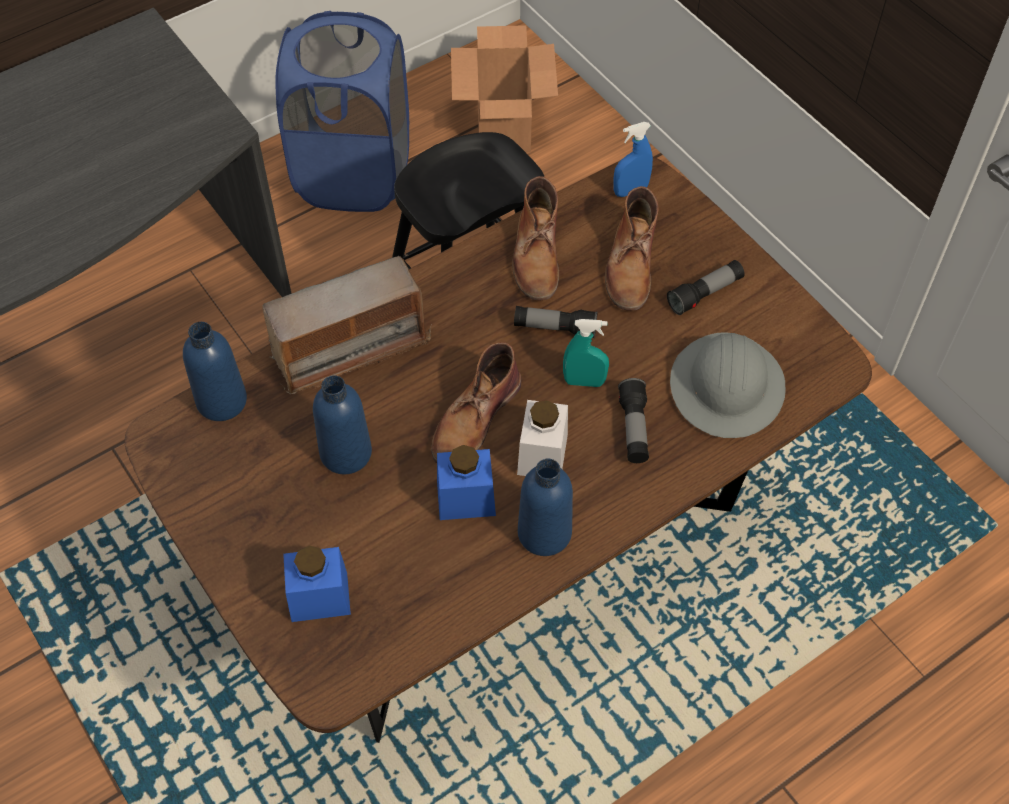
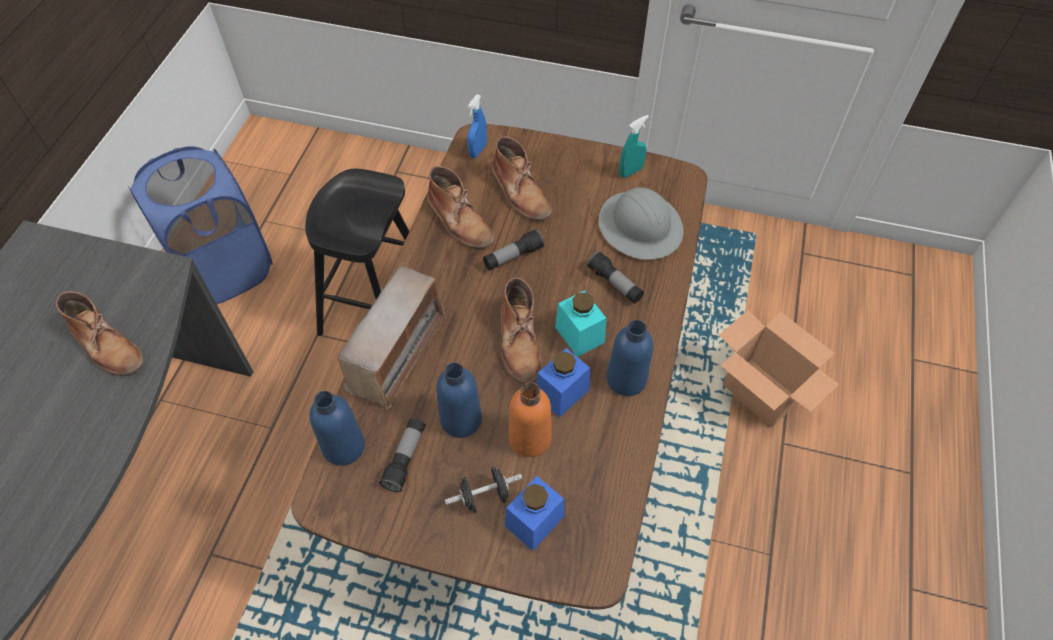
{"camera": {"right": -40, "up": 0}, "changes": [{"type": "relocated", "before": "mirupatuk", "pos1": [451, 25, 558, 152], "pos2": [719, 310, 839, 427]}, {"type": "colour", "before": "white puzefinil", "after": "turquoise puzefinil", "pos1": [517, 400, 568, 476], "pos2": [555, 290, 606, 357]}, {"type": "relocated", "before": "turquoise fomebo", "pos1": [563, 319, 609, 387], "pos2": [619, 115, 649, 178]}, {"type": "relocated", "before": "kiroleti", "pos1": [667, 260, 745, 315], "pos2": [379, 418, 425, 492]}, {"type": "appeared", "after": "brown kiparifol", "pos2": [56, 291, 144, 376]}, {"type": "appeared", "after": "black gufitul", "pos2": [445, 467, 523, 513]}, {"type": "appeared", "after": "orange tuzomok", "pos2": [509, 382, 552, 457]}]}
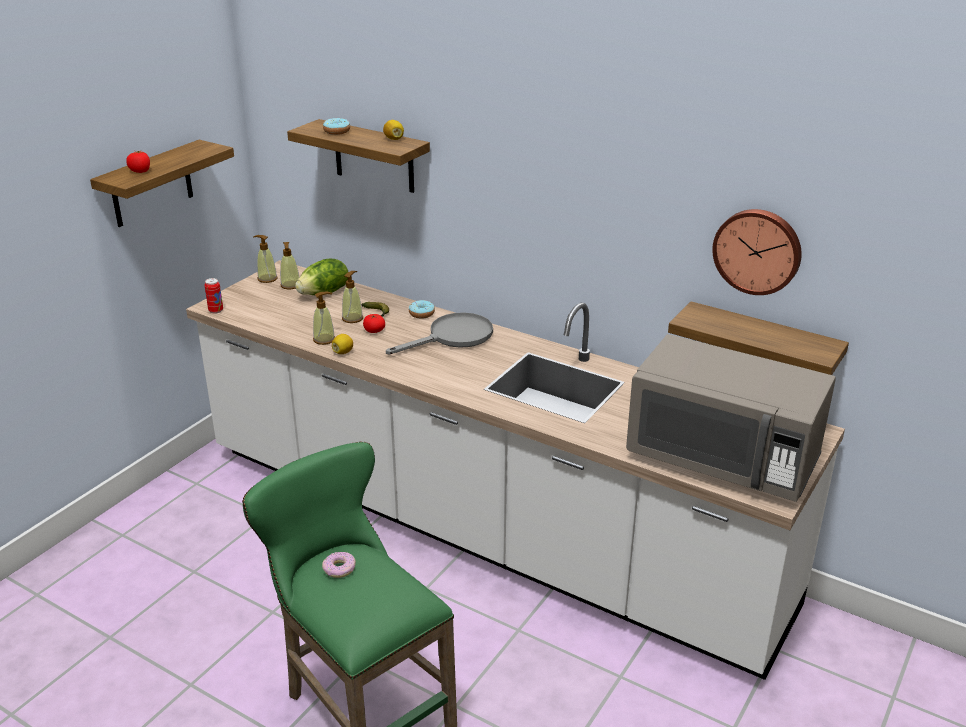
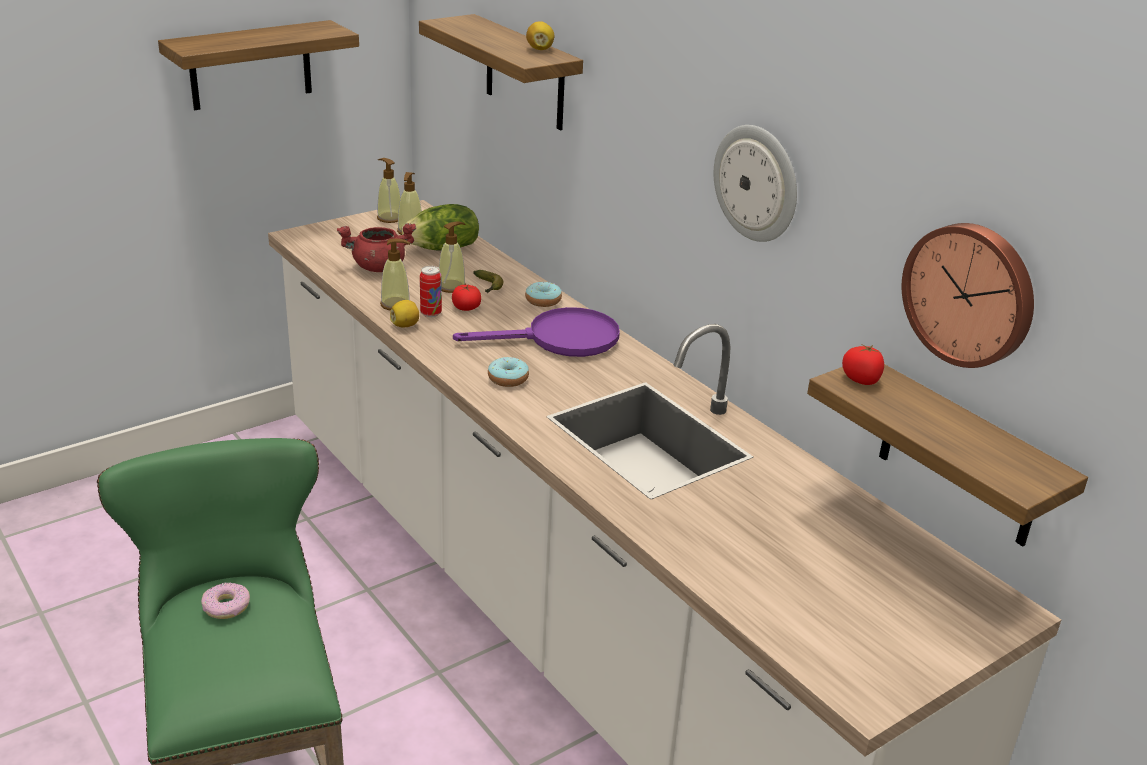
{"camera": {"right": 20, "up": 0}, "changes": [{"type": "relocated", "before": "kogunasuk", "pos1": [126, 151, 150, 173], "pos2": [842, 344, 884, 385]}, {"type": "relocated", "before": "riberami", "pos1": [205, 278, 223, 314], "pos2": [420, 266, 442, 317]}, {"type": "relocated", "before": "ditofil", "pos1": [323, 118, 350, 135], "pos2": [488, 357, 529, 387]}, {"type": "colour", "before": "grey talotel", "after": "purple talotel", "pos1": [386, 312, 493, 354], "pos2": [453, 307, 620, 357]}, {"type": "missing", "before": "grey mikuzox", "pos1": [626, 334, 836, 502]}, {"type": "appeared", "after": "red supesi", "pos2": [337, 223, 416, 272]}, {"type": "appeared", "after": "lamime", "pos2": [714, 125, 797, 242]}]}
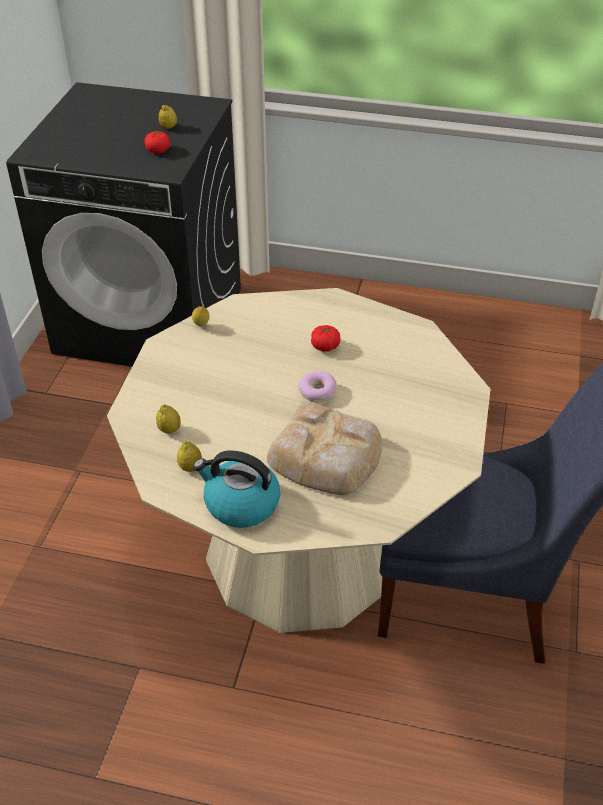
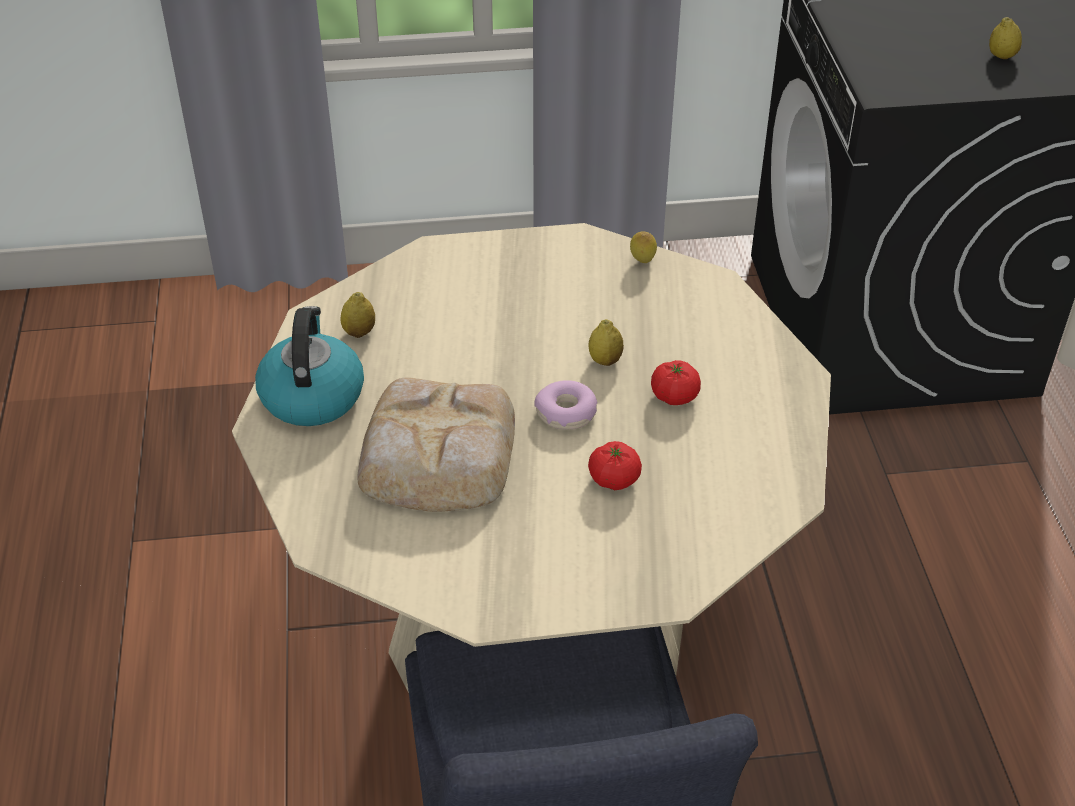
{"camera": {"right": 70, "up": 0}, "changes": [{"type": "relocated", "before": "kogunasuk", "pos1": [145, 131, 170, 153], "pos2": [588, 441, 642, 490]}, {"type": "relocated", "before": "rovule", "pos1": [156, 404, 181, 433], "pos2": [588, 319, 624, 366]}]}
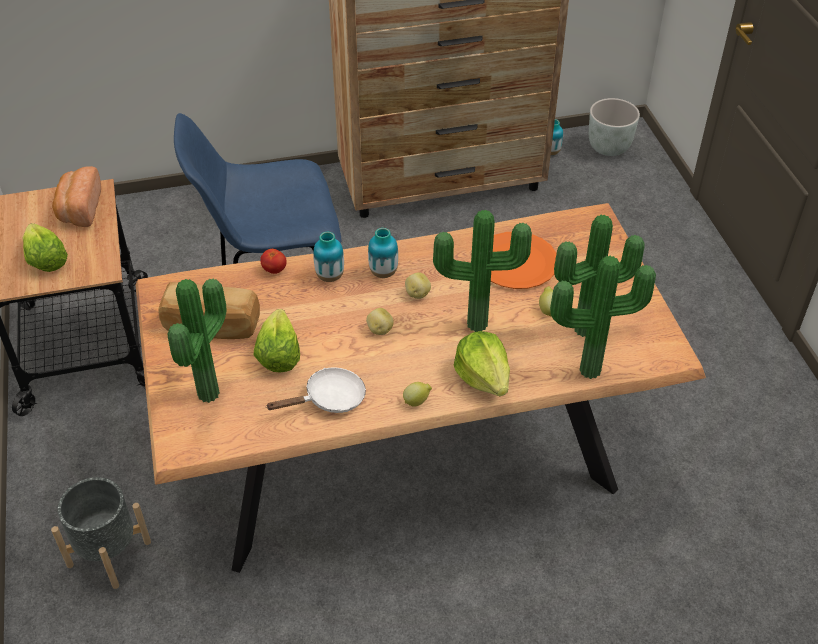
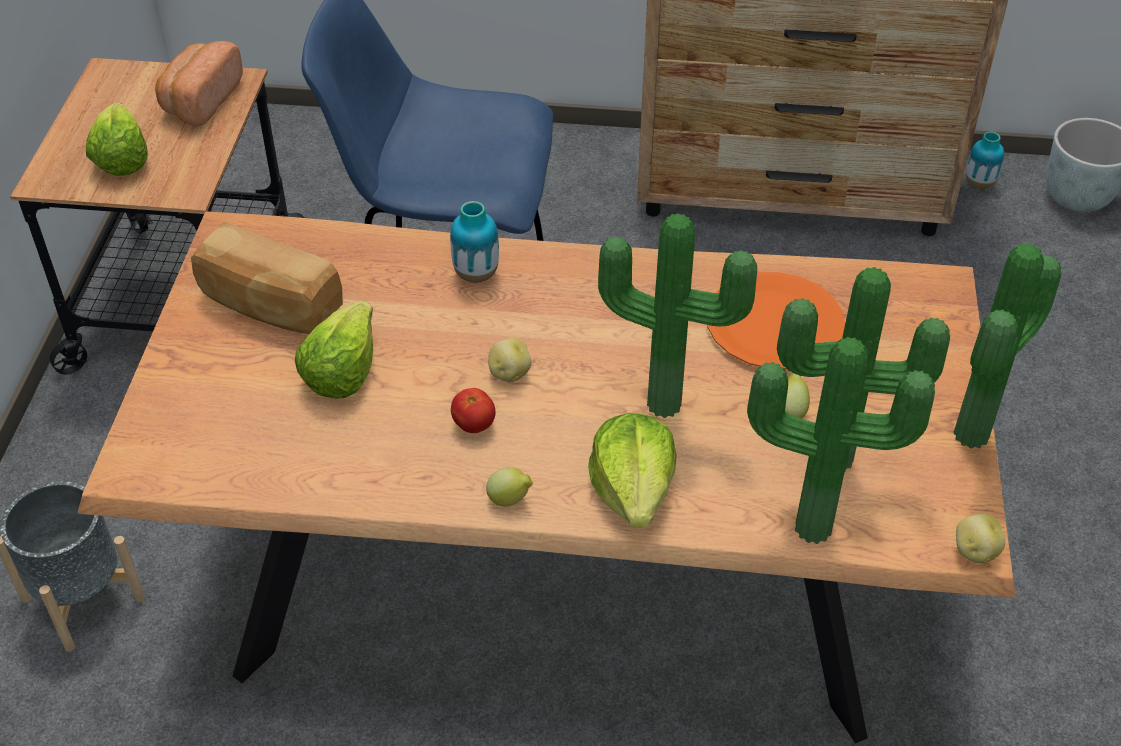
{"camera": {"right": 20, "up": 0}, "changes": [{"type": "relocated", "before": "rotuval", "pos1": [168, 279, 226, 403], "pos2": [953, 243, 1062, 449]}, {"type": "relocated", "before": "kogunasuk", "pos1": [260, 249, 287, 274], "pos2": [451, 388, 496, 433]}, {"type": "missing", "before": "white talotel", "pos1": [266, 368, 366, 413]}, {"type": "missing", "before": "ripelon", "pos1": [368, 228, 398, 278]}, {"type": "relocated", "before": "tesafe", "pos1": [405, 272, 431, 299], "pos2": [956, 513, 1005, 563]}]}
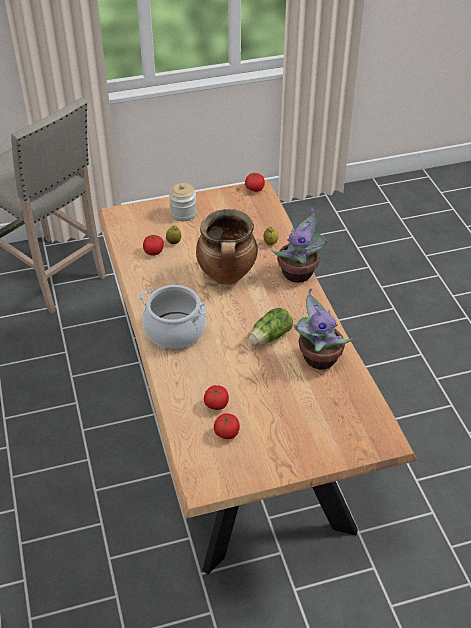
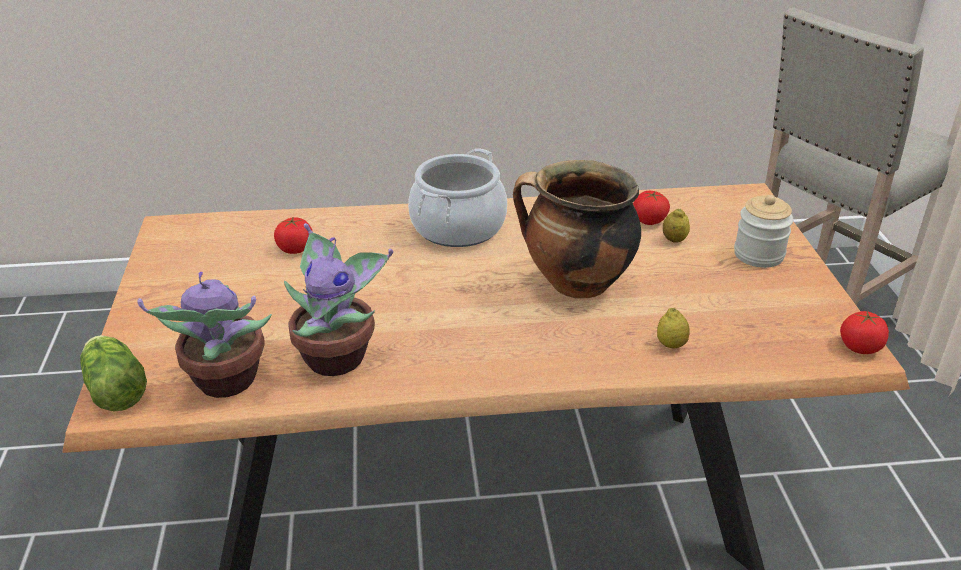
{"camera": {"right": 100, "up": -10}, "changes": [{"type": "missing", "before": "kogunasuk", "pos1": [214, 413, 240, 439]}, {"type": "relocated", "before": "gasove", "pos1": [249, 308, 293, 345], "pos2": [80, 335, 147, 412]}, {"type": "relocated", "before": "rotuval", "pos1": [272, 208, 328, 283], "pos2": [137, 272, 272, 398]}]}
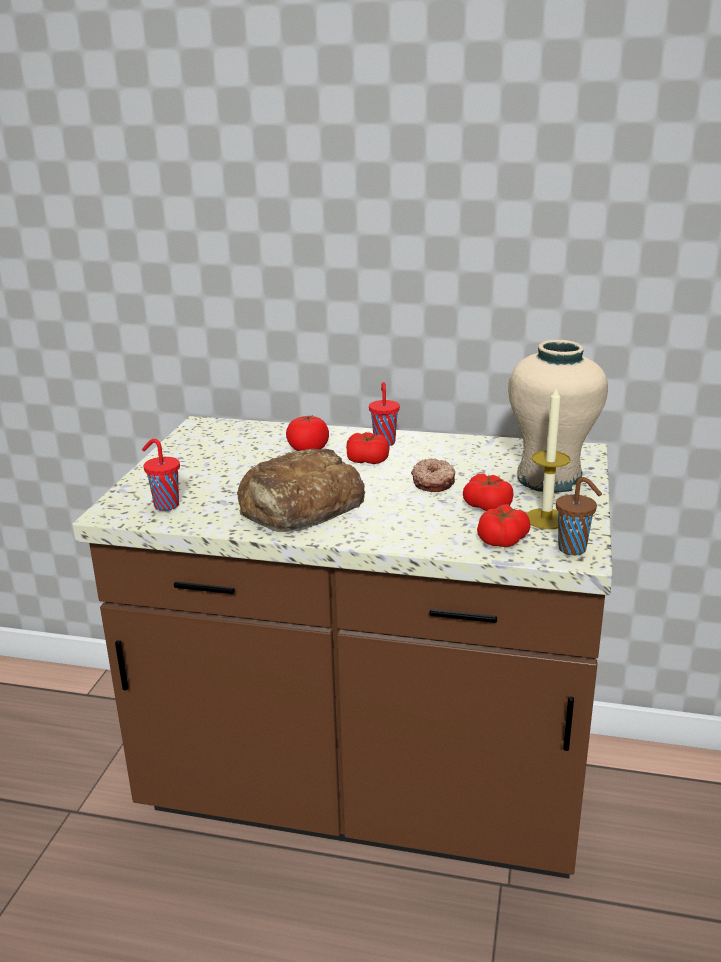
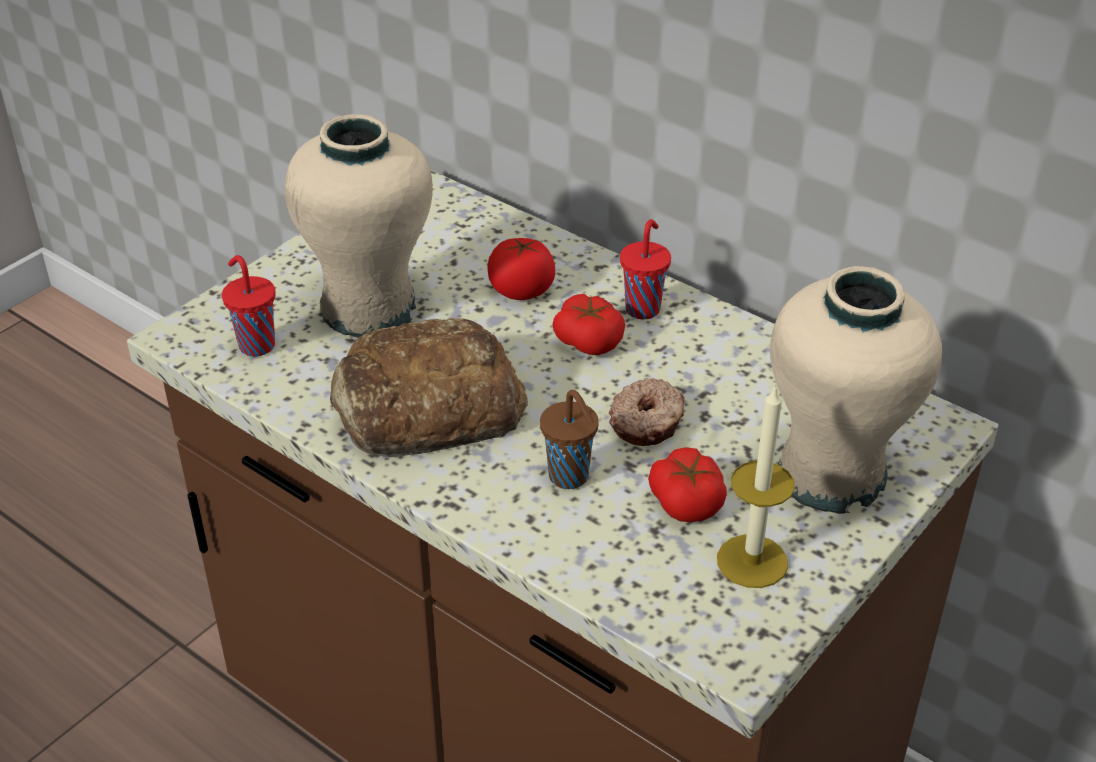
{"camera": {"right": 25, "up": 15}, "changes": [{"type": "missing", "before": "kogunasuk", "pos1": [477, 504, 531, 547]}, {"type": "relocated", "before": "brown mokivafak", "pos1": [556, 477, 602, 555], "pos2": [540, 390, 599, 489]}, {"type": "appeared", "after": "beige ripelon", "pos2": [285, 114, 433, 338]}]}
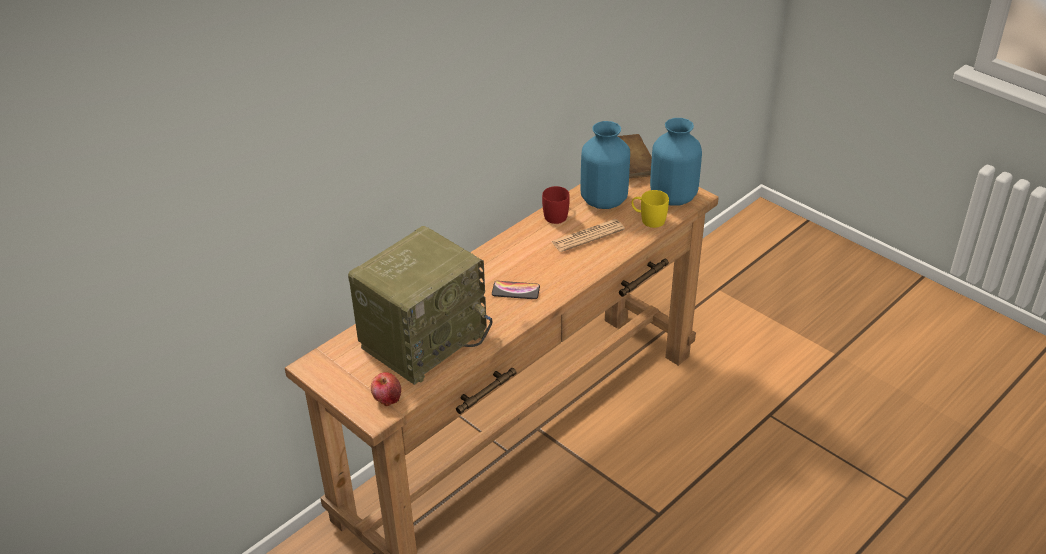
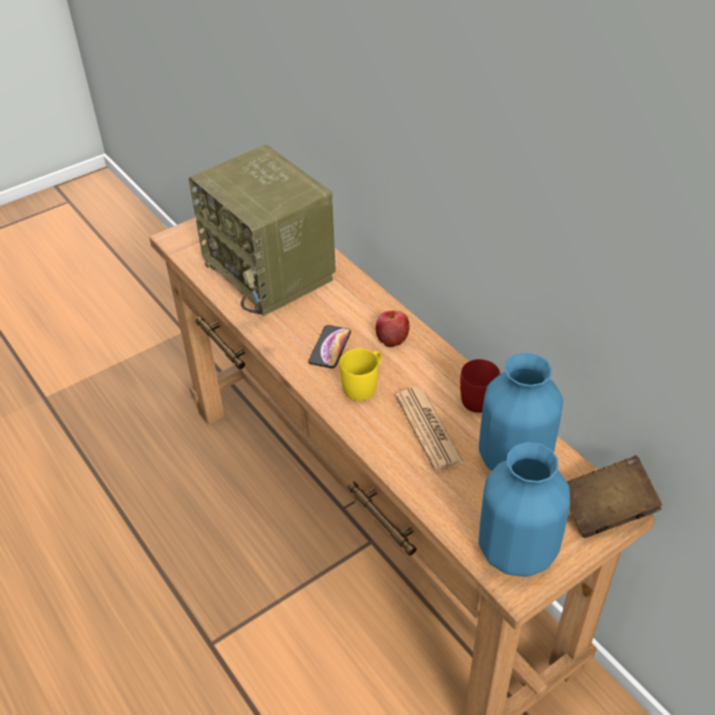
{"camera": {"right": 100, "up": 5}, "changes": [{"type": "relocated", "before": "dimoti", "pos1": [371, 372, 401, 407], "pos2": [376, 310, 410, 347]}, {"type": "relocated", "before": "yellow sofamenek", "pos1": [632, 190, 669, 228], "pos2": [340, 348, 382, 401]}]}
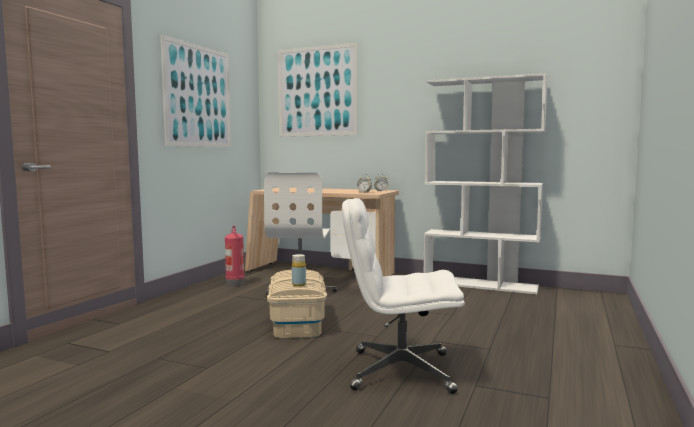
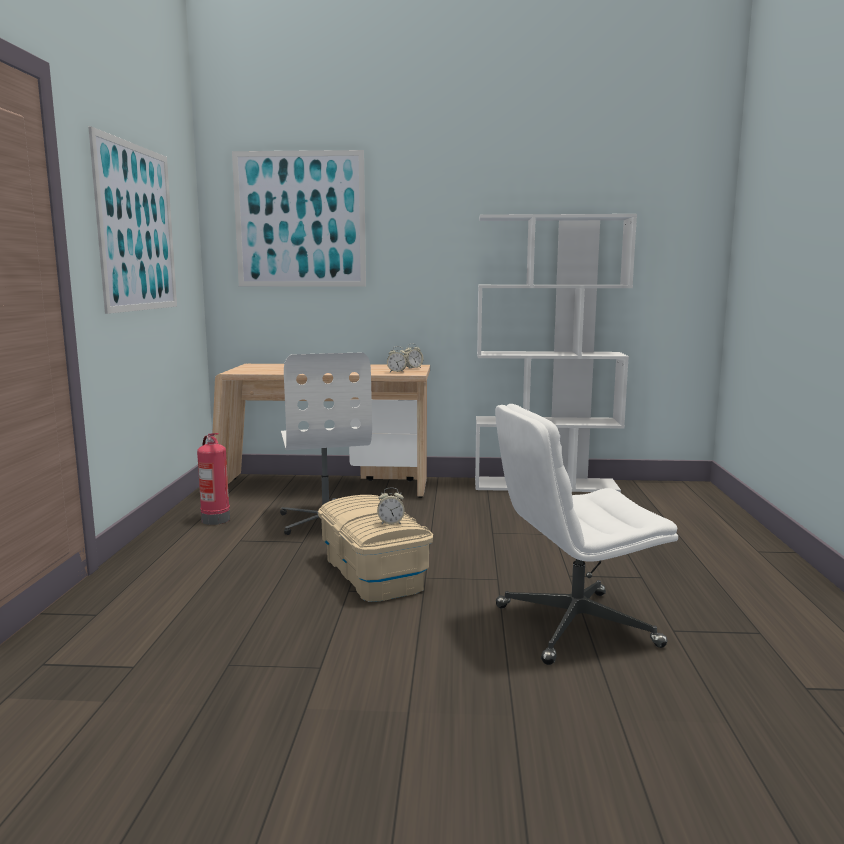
{"camera": {"right": -20, "up": 5}, "changes": [{"type": "exchanged", "before": "yellow tuzomok", "after": "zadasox", "pos1": [292, 254, 306, 287], "pos2": [377, 487, 405, 525]}]}
